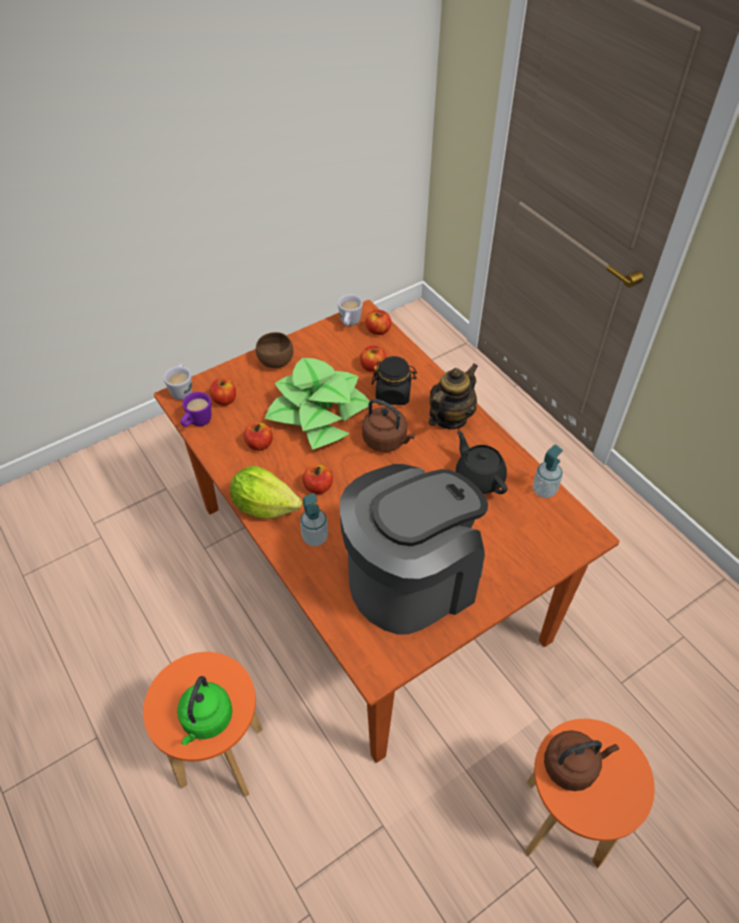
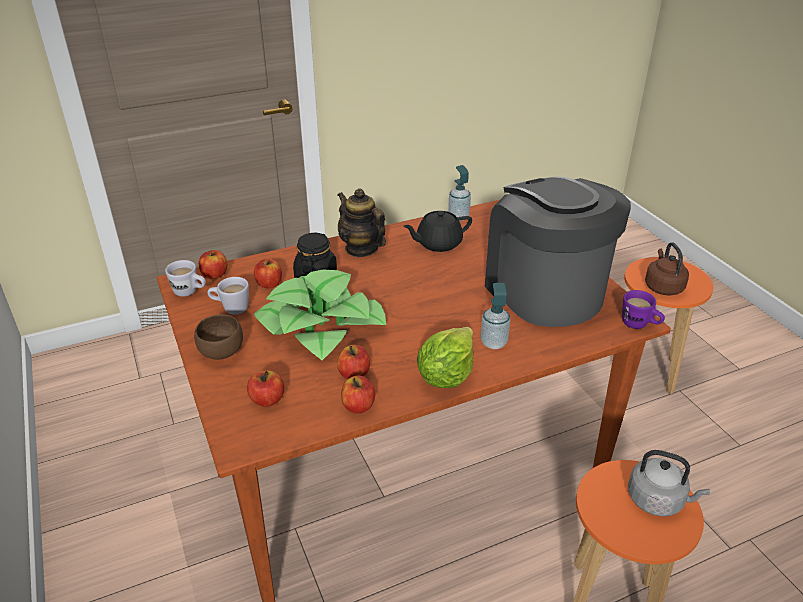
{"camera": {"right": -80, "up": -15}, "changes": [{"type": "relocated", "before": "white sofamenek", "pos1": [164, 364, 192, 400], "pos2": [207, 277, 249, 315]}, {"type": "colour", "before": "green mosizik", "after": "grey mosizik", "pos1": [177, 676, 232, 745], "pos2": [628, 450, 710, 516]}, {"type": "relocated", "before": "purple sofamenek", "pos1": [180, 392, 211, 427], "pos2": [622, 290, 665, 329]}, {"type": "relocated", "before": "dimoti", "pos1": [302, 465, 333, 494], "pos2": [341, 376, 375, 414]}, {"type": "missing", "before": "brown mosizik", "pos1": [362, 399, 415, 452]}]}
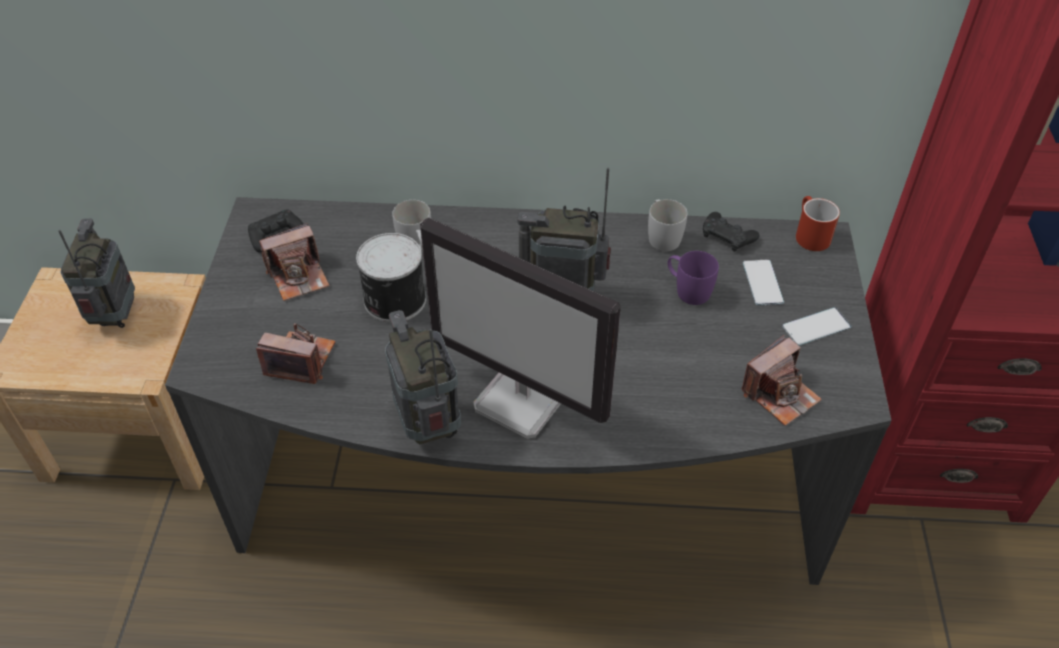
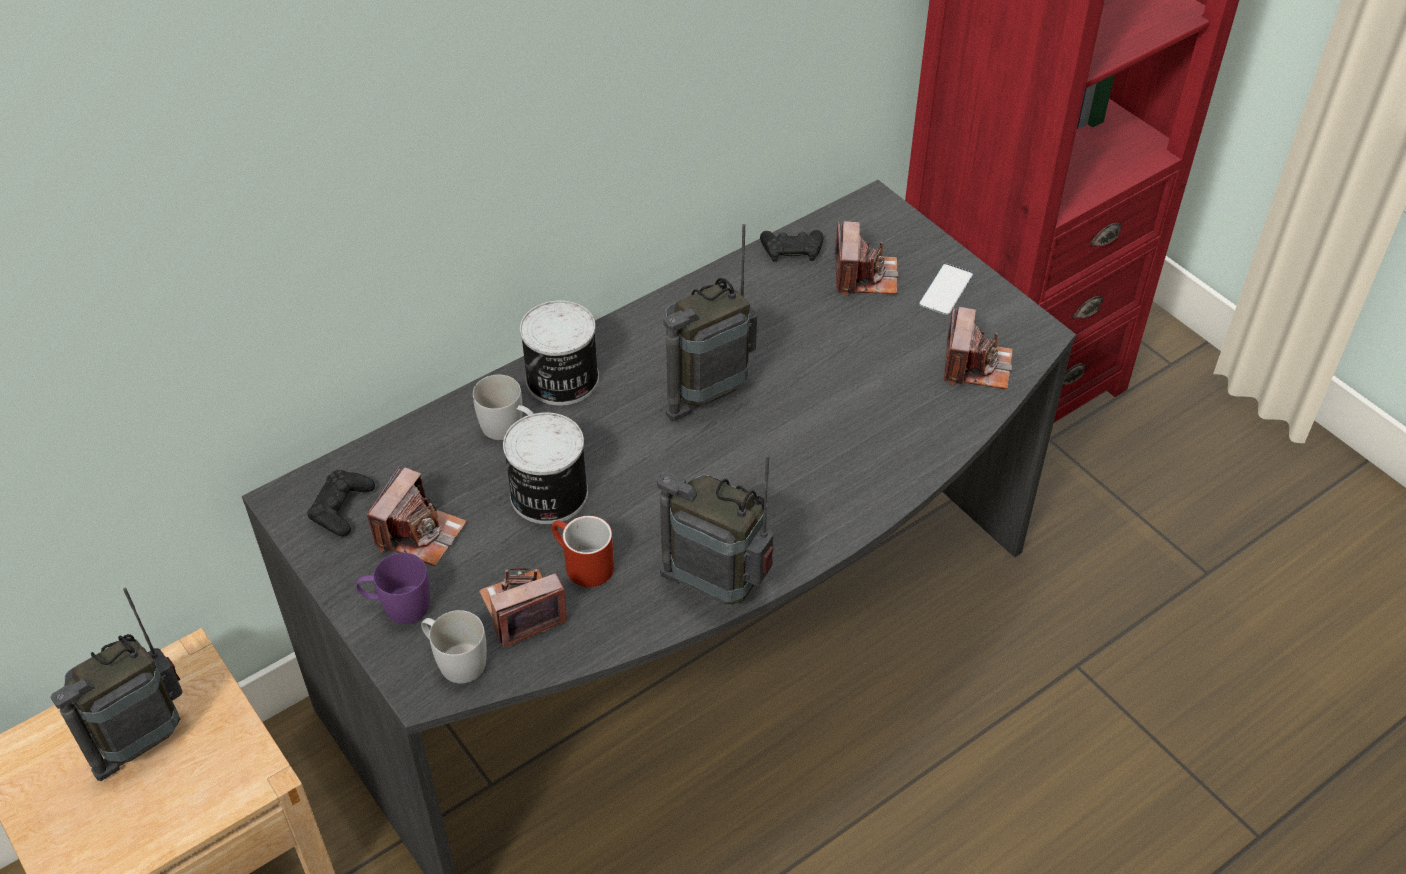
{"camera": {"right": -40, "up": 0}, "changes": [{"type": "spun", "before": "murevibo", "pos1": [58, 219, 135, 328], "pos2": [51, 588, 183, 781], "turn": -90}, {"type": "missing", "before": "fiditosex", "pos1": [420, 218, 621, 439]}, {"type": "relocated", "before": "white sofamenek", "pos1": [648, 199, 687, 251], "pos2": [421, 610, 487, 684]}, {"type": "relocated", "before": "purple sofamenek", "pos1": [668, 251, 719, 305], "pos2": [356, 553, 430, 624]}, {"type": "exchanged", "before": "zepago", "after": "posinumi", "pos1": [743, 259, 784, 306], "pos2": [835, 221, 899, 296]}, {"type": "relocated", "before": "red sofamenek", "pos1": [796, 196, 840, 251], "pos2": [551, 516, 614, 587]}, {"type": "appeared", "after": "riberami", "pos2": [520, 300, 599, 406]}]}
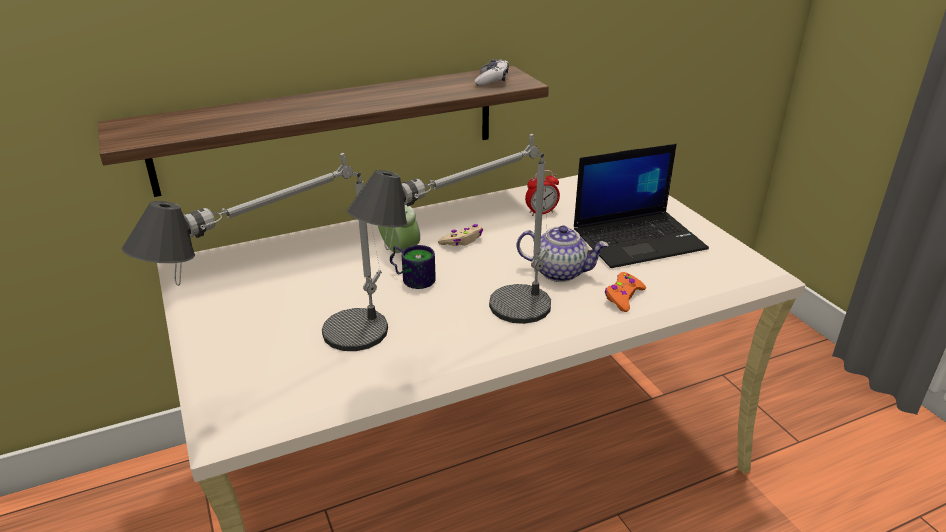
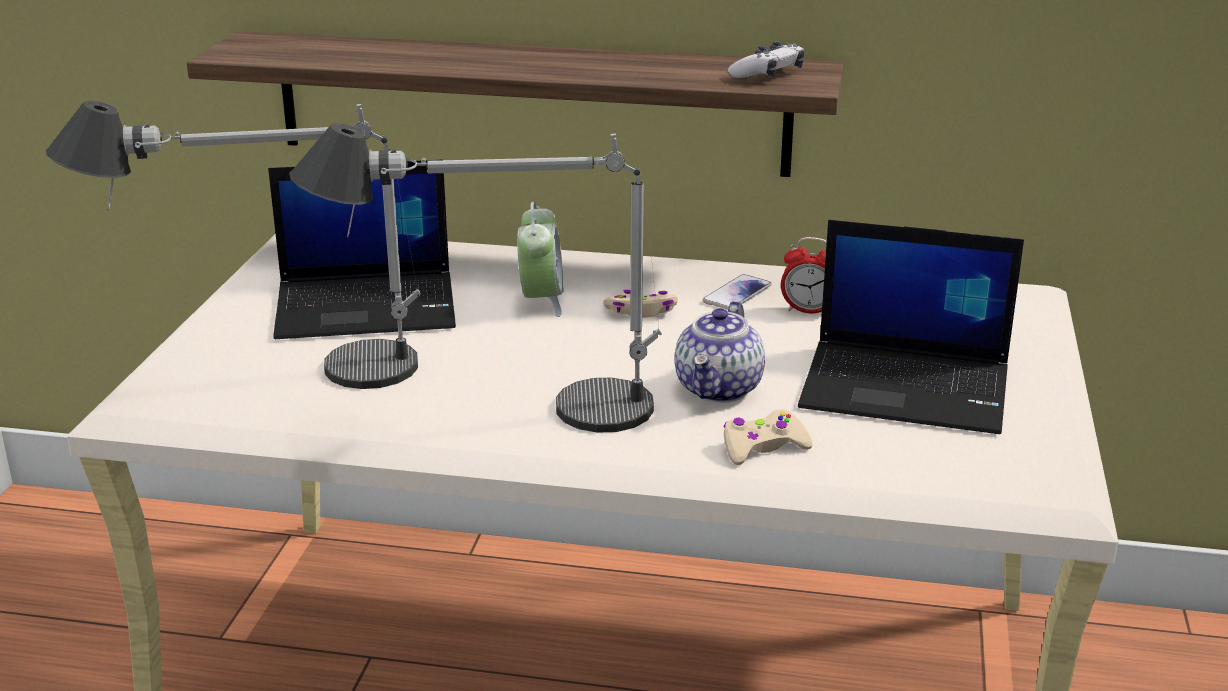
{"camera": {"right": 35, "up": -5}, "changes": [{"type": "missing", "before": "sofamenek", "pos1": [390, 245, 436, 289]}, {"type": "spun", "before": "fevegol", "pos1": [517, 225, 609, 282], "pos2": [675, 301, 765, 403], "turn": 60}, {"type": "colour", "before": "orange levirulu", "after": "beige levirulu", "pos1": [605, 272, 646, 312], "pos2": [723, 410, 813, 465]}, {"type": "appeared", "after": "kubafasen", "pos2": [268, 160, 456, 339]}, {"type": "appeared", "after": "zepago", "pos2": [702, 274, 772, 310]}]}
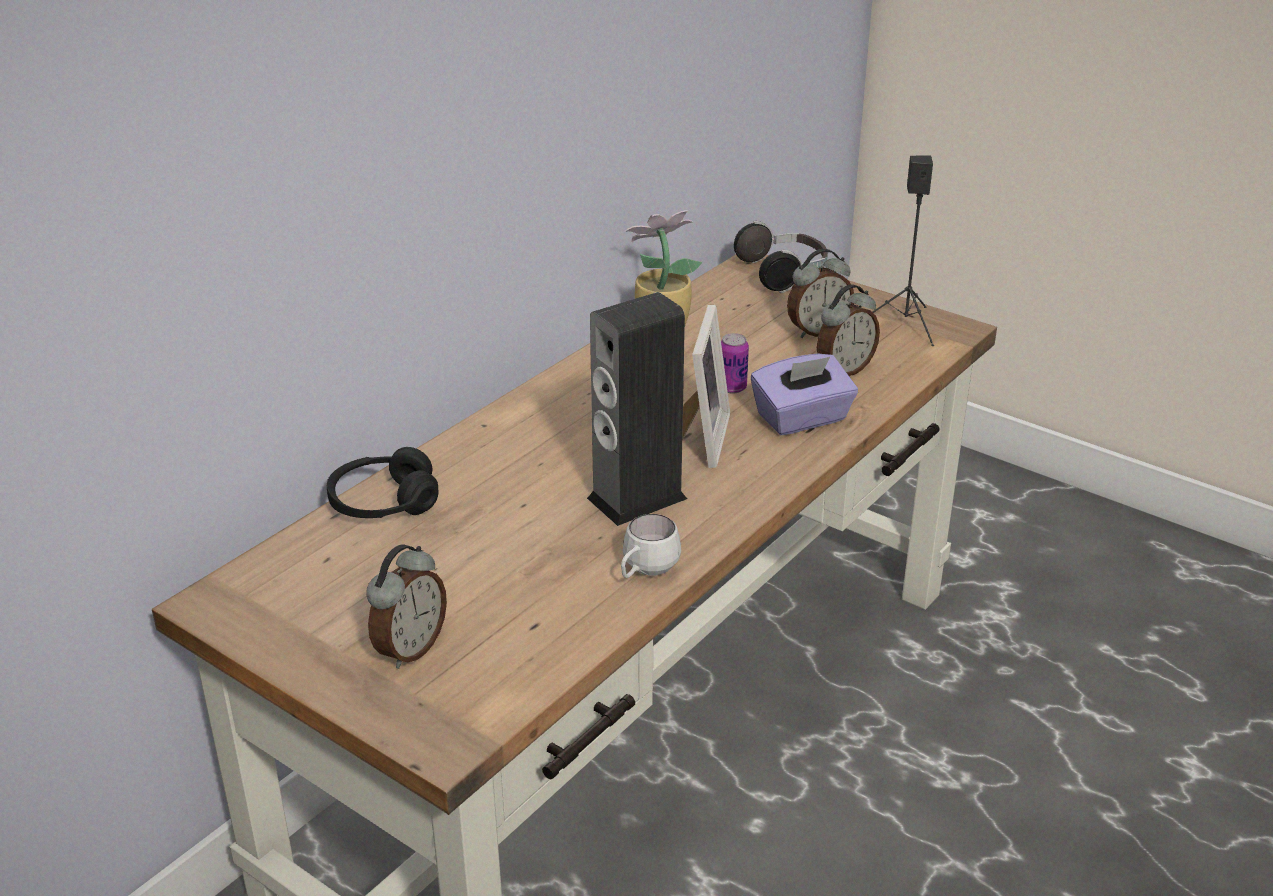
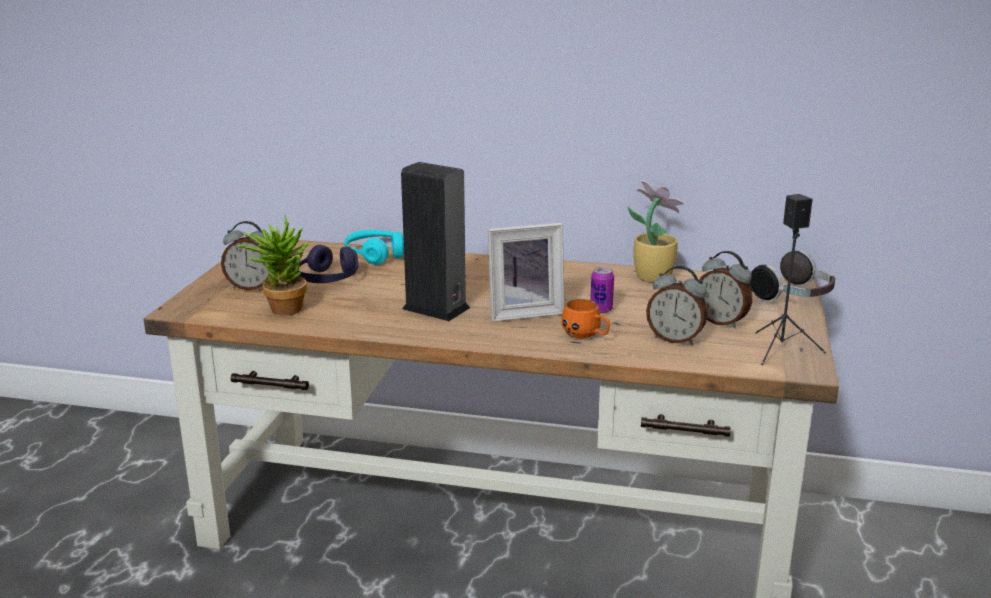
{"camera": {"right": 65, "up": -10}, "changes": [{"type": "colour", "before": "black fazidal", "after": "turquoise fazidal", "pos1": [327, 447, 439, 518], "pos2": [345, 230, 404, 265]}, {"type": "missing", "before": "white sofamenek", "pos1": [621, 514, 681, 578]}, {"type": "exchanged", "before": "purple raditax", "after": "orange sofamenek", "pos1": [751, 354, 858, 435], "pos2": [561, 299, 610, 339]}, {"type": "appeared", "after": "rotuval", "pos2": [238, 215, 309, 316]}, {"type": "appeared", "after": "purple fazidal", "pos2": [297, 245, 358, 283]}]}
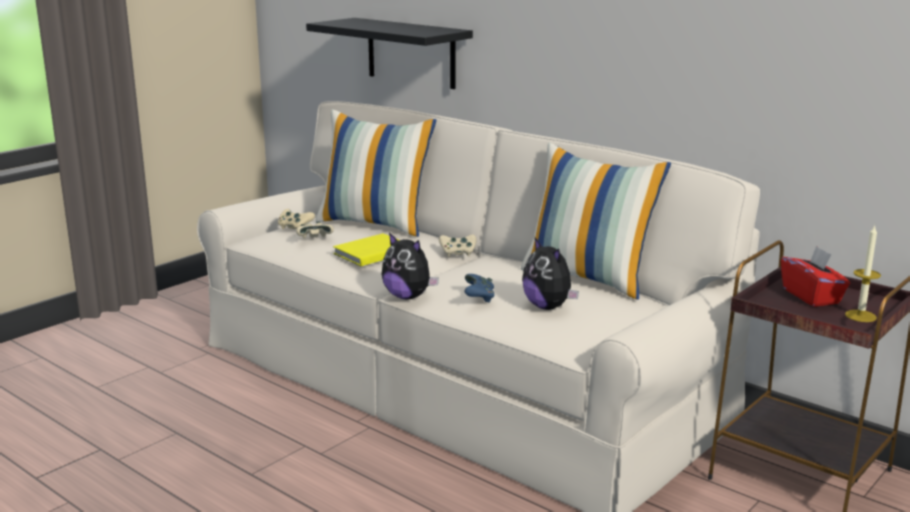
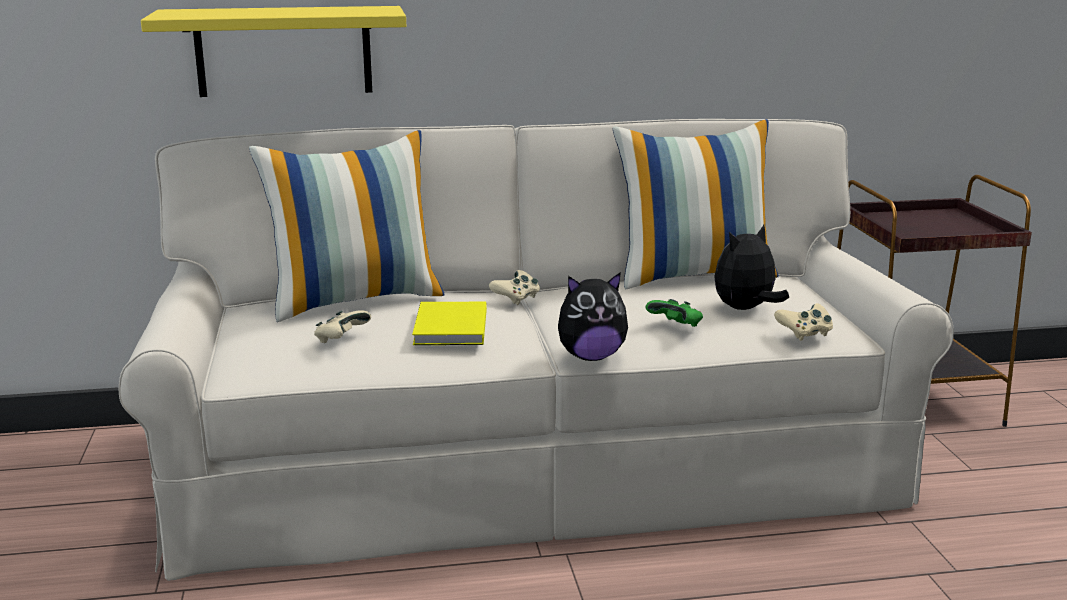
{"camera": {"right": -50, "up": 0}, "changes": [{"type": "relocated", "before": "beige levirulu", "pos1": [278, 209, 315, 229], "pos2": [774, 303, 833, 341]}, {"type": "colour", "before": "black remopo", "after": "yellow remopo", "pos1": [306, 18, 473, 89], "pos2": [141, 6, 406, 97]}, {"type": "colour", "before": "blue levirulu", "after": "green levirulu", "pos1": [464, 274, 495, 303], "pos2": [645, 299, 703, 327]}, {"type": "spun", "before": "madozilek", "pos1": [522, 238, 579, 310], "pos2": [714, 225, 789, 310], "turn": 135}, {"type": "missing", "before": "red raditax", "pos1": [781, 246, 850, 307]}, {"type": "missing", "before": "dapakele", "pos1": [845, 225, 881, 322]}]}
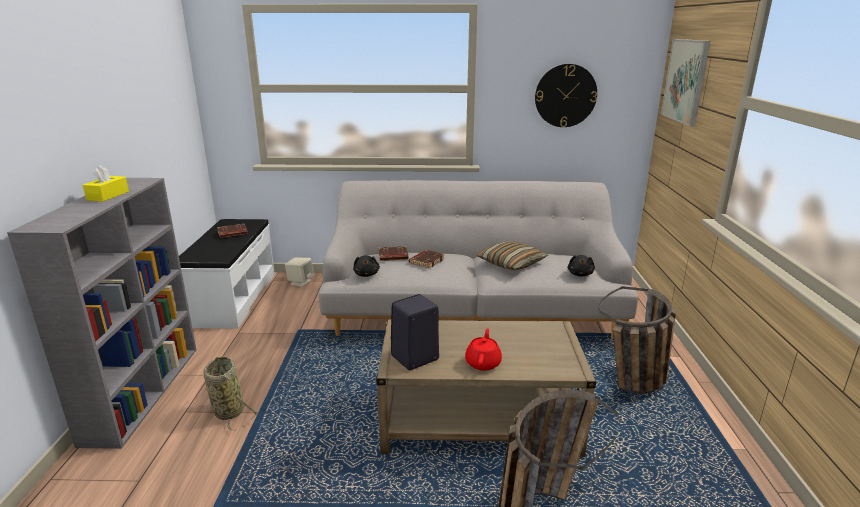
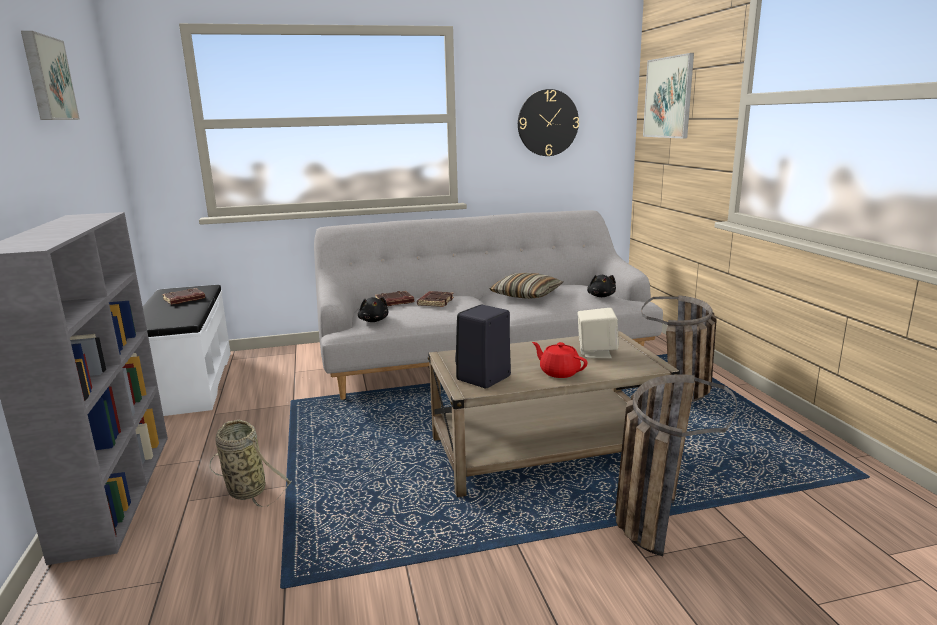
{"camera": {"right": -15, "up": -5}, "changes": [{"type": "missing", "before": "yellow raditax", "pos1": [83, 165, 129, 202]}, {"type": "relocated", "before": "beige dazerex", "pos1": [285, 258, 314, 287], "pos2": [578, 308, 619, 358]}, {"type": "spun", "before": "red fevegol", "pos1": [465, 328, 502, 371], "pos2": [532, 342, 587, 378], "turn": -45}, {"type": "appeared", "after": "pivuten", "pos2": [21, 31, 80, 120]}]}
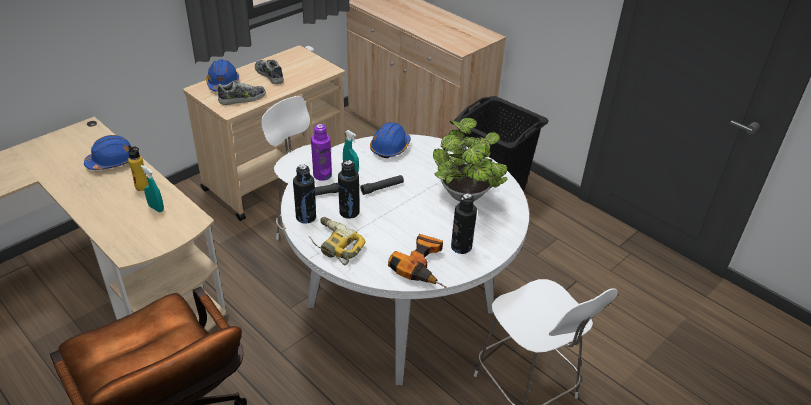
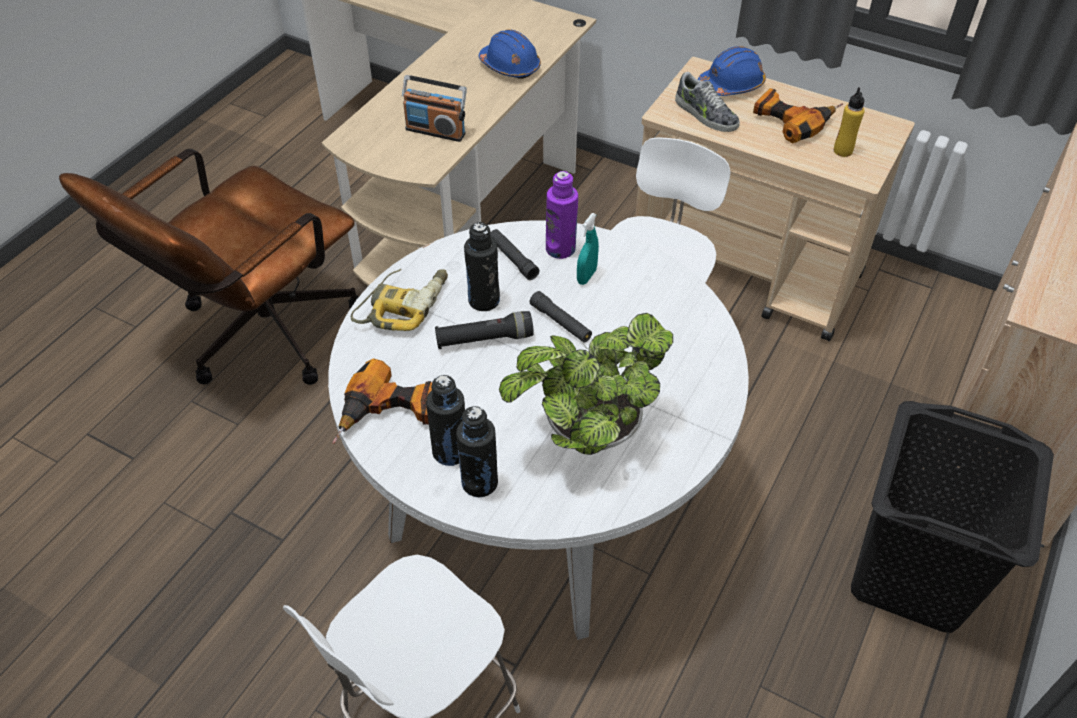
{"camera": {"right": 75, "up": 10}, "changes": [{"type": "relocated", "before": "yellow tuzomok", "pos1": [128, 145, 149, 191], "pos2": [834, 87, 865, 157]}, {"type": "exchanged", "before": "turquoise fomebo", "after": "murevibo", "pos1": [141, 165, 164, 212], "pos2": [402, 75, 467, 142]}, {"type": "exchanged", "before": "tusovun", "after": "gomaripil", "pos1": [255, 60, 284, 84], "pos2": [753, 88, 843, 143]}, {"type": "relocated", "before": "black tuzomok", "pos1": [293, 164, 316, 224], "pos2": [456, 406, 498, 497]}, {"type": "missing", "before": "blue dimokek", "pos1": [370, 122, 411, 158]}, {"type": "appeared", "after": "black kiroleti", "pos2": [435, 311, 534, 349]}]}
